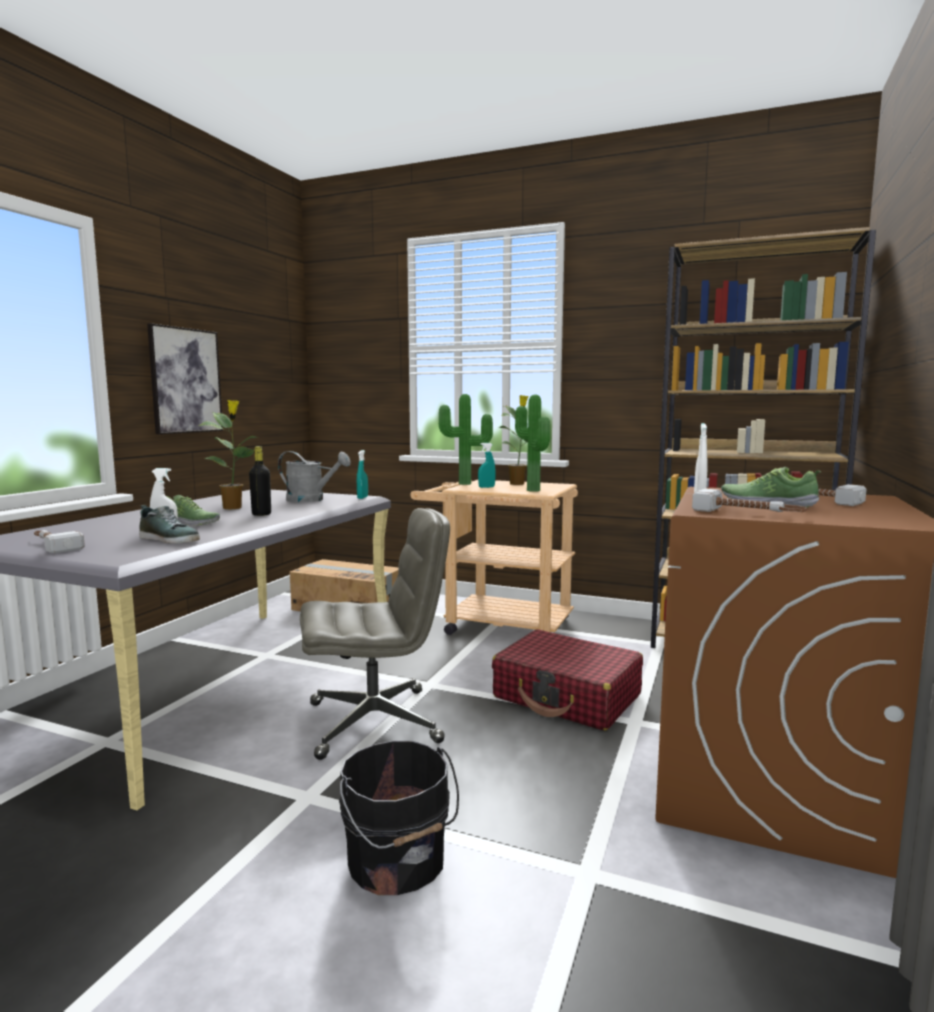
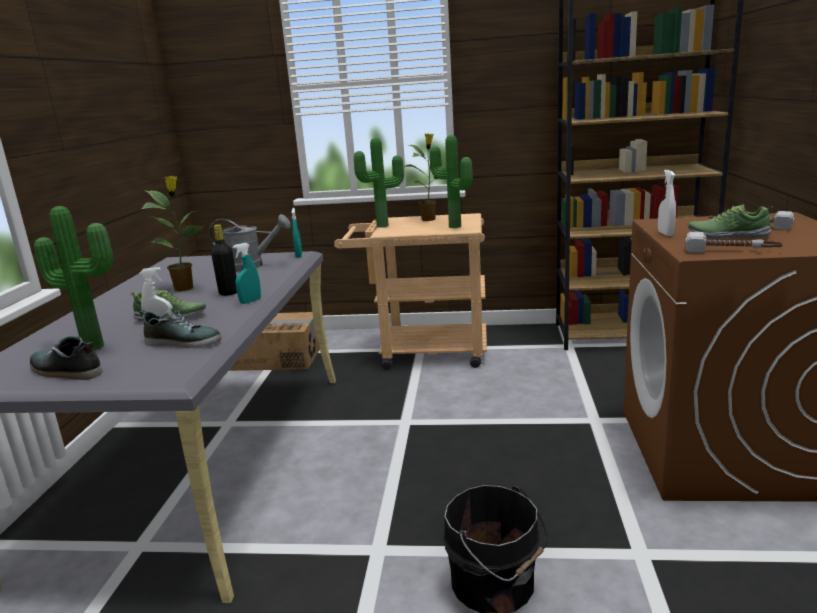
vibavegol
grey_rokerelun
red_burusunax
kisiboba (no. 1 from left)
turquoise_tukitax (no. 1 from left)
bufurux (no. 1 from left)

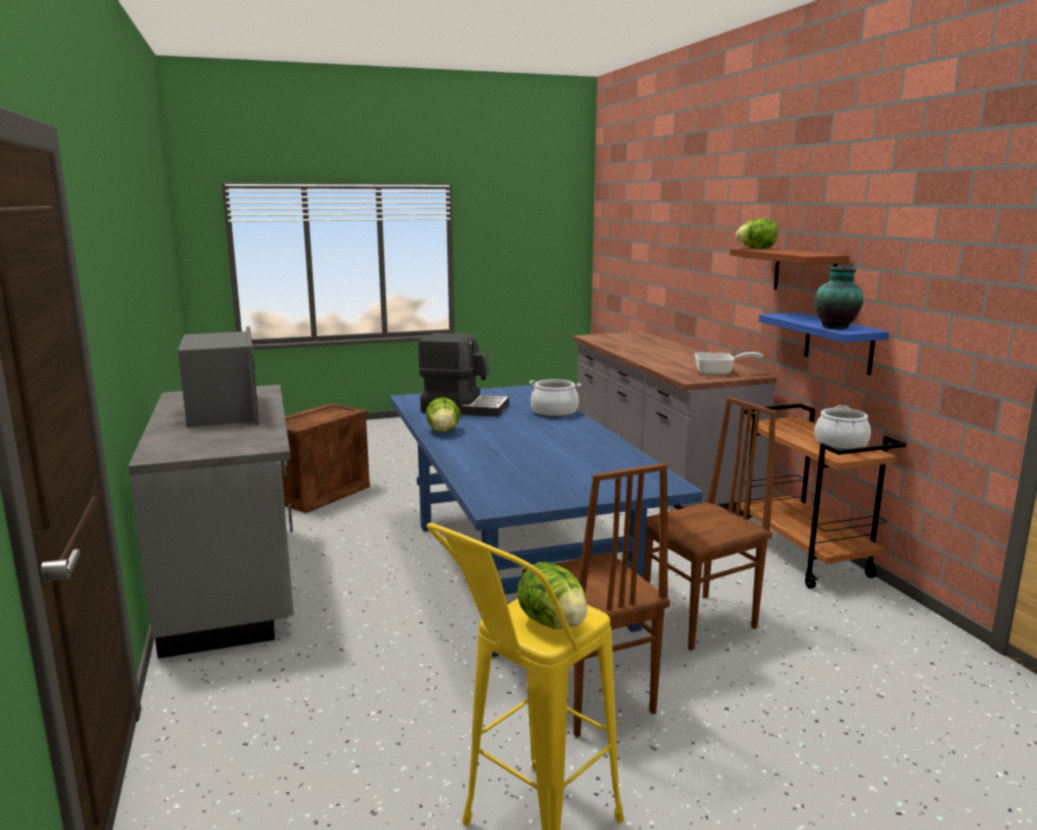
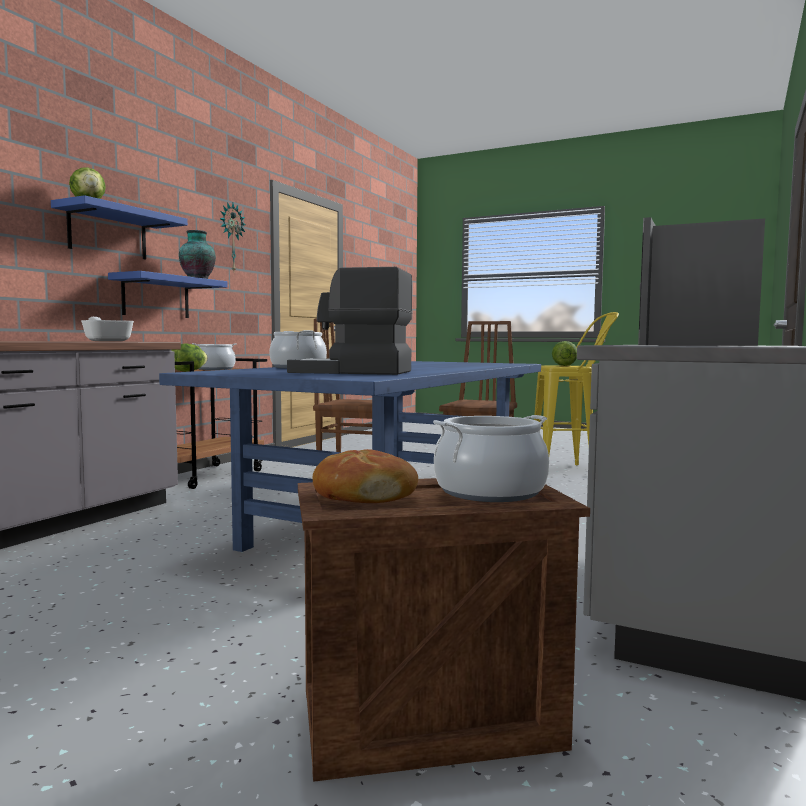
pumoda
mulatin
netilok (no. 3 from left)
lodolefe (no. 2 from left)
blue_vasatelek (no. 1 from left)
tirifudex

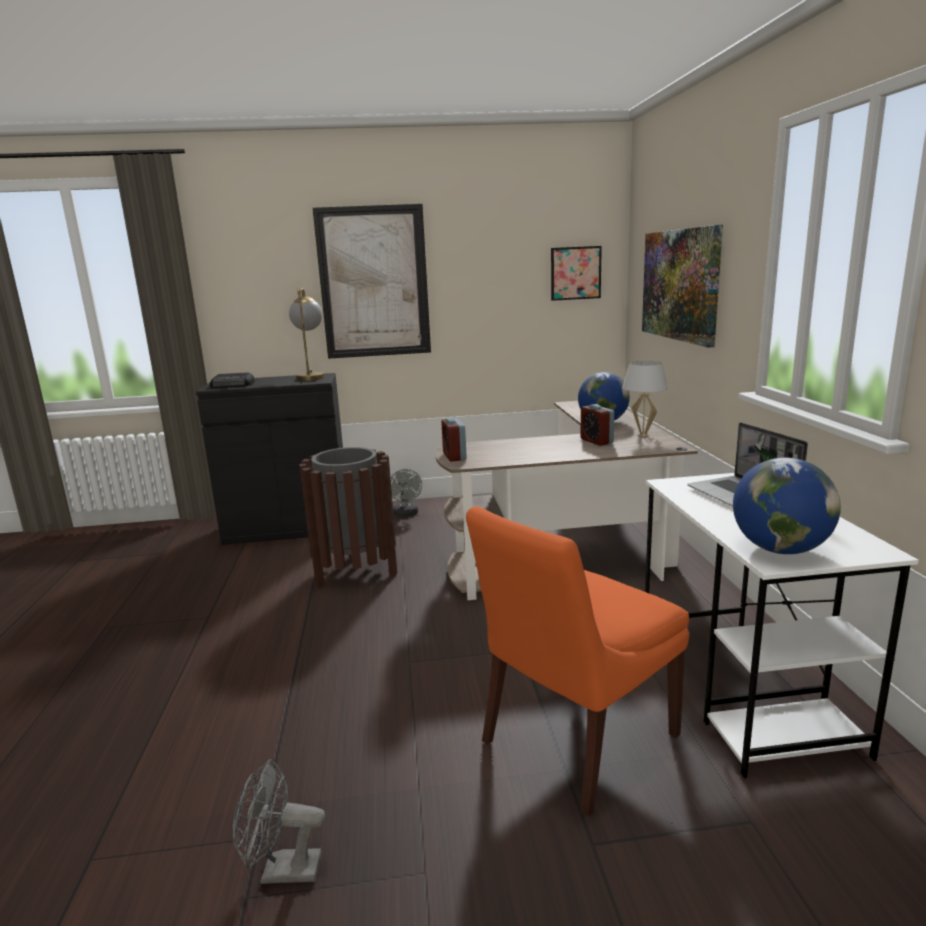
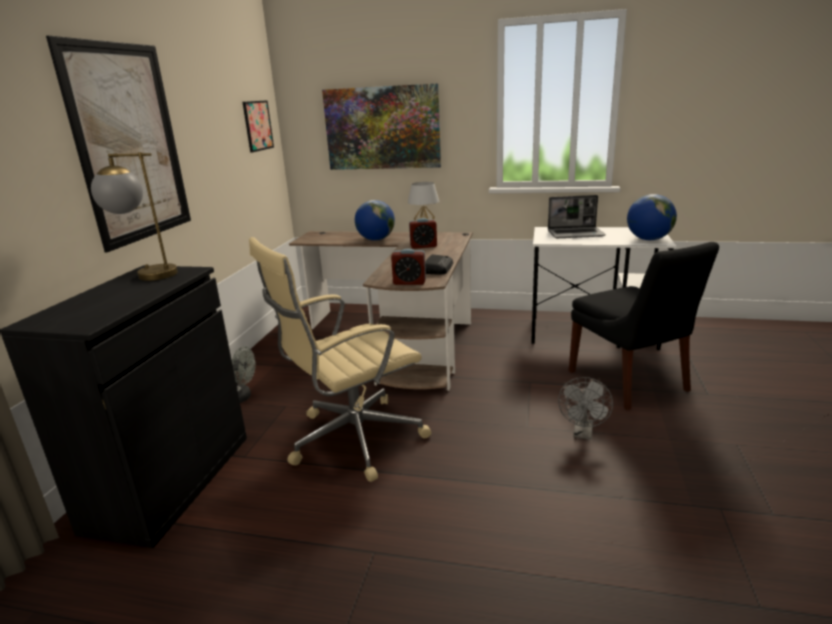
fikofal
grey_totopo (no. 2 from left)
beige_rokerelun
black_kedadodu

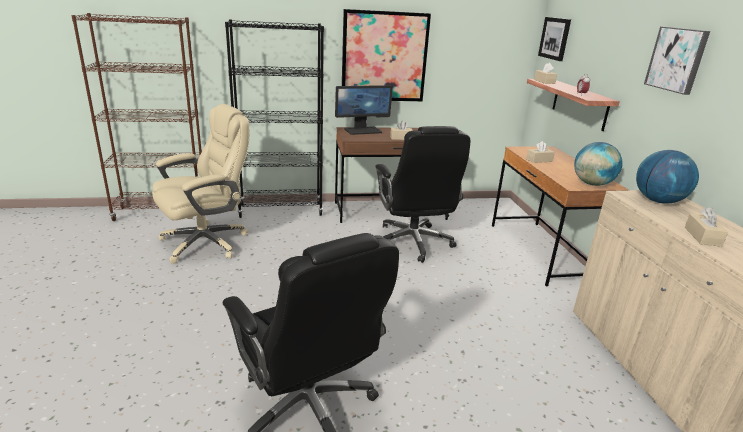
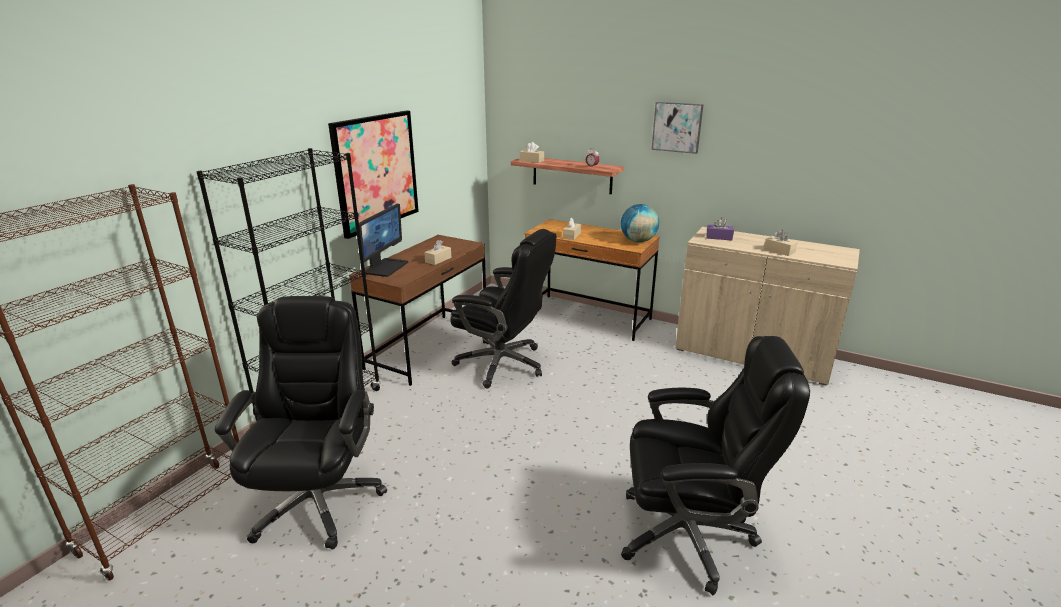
vibavegol (no. 2 from left in the first image)
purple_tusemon
black_rokerelun (no. 1 from left)

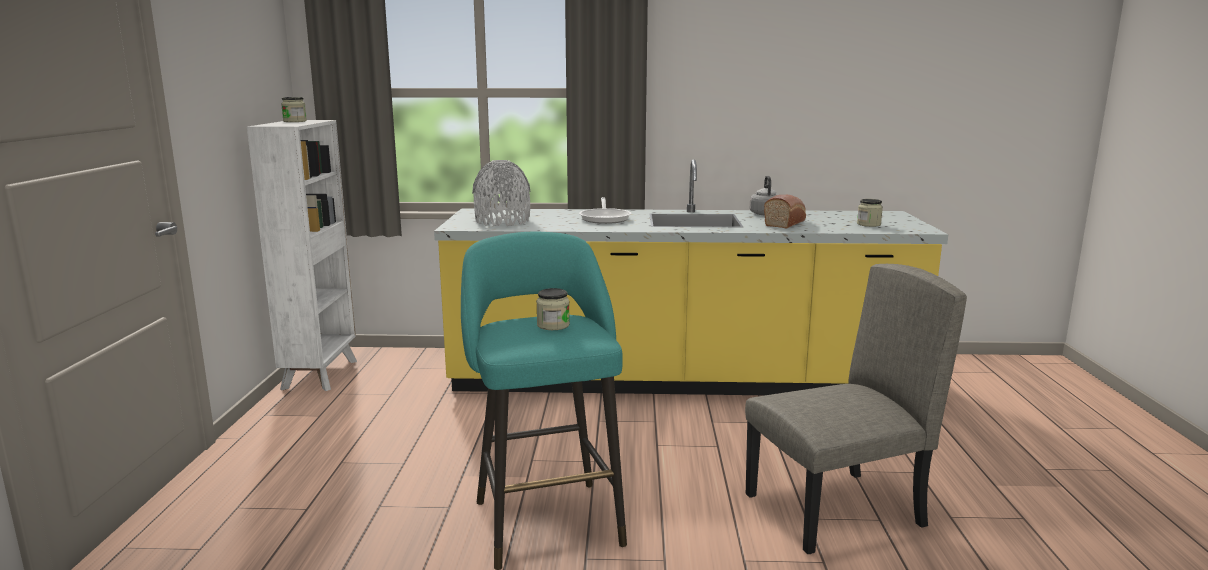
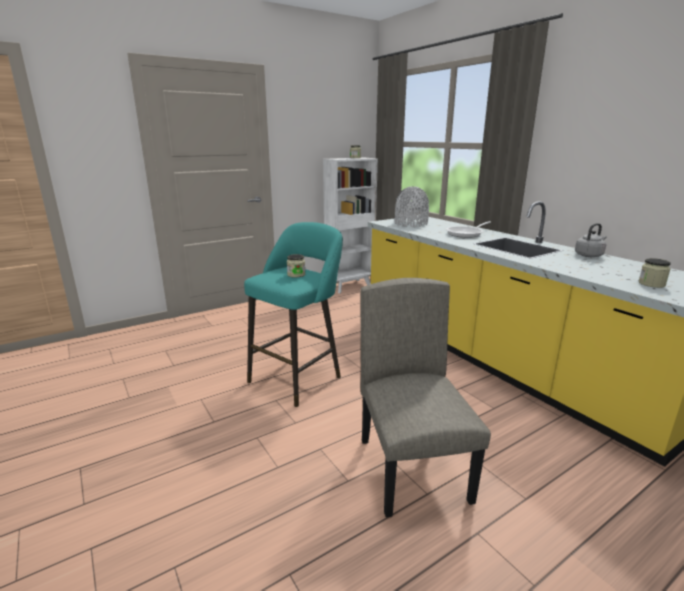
mulatin
beige_kedadodu

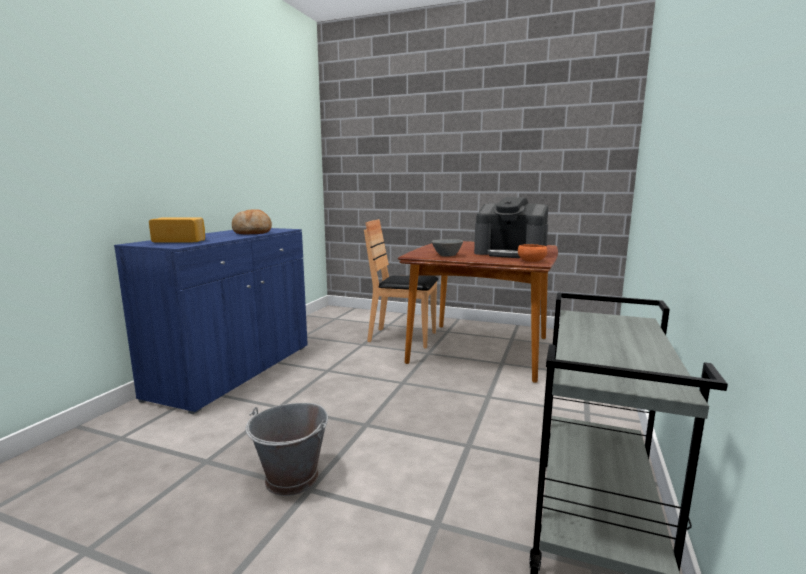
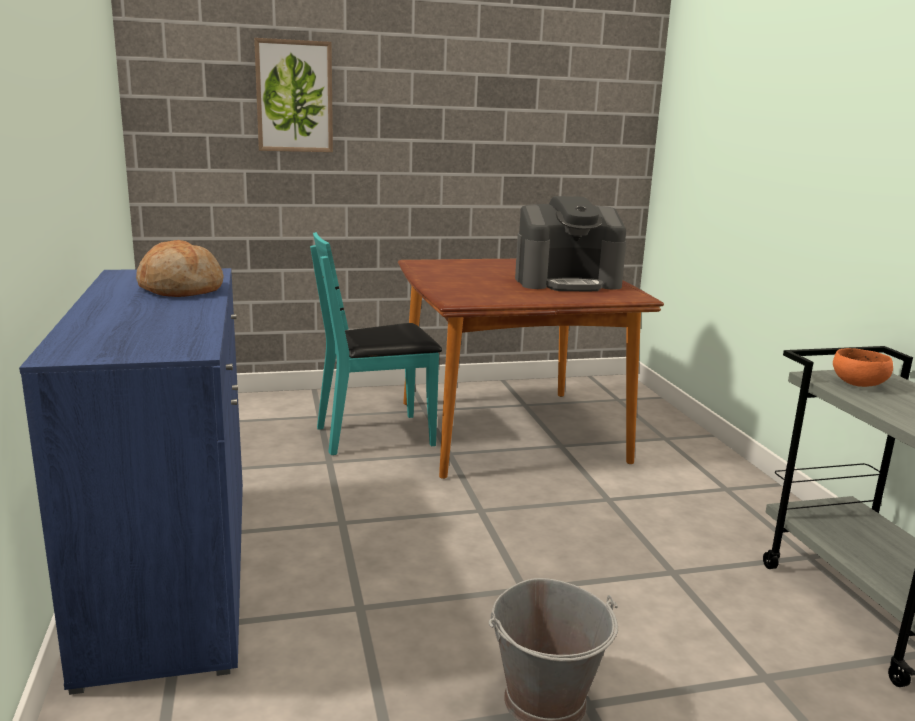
mulatin (no. 1 from left in the first image)
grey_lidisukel
vibavegol
orange_lidisukel
turquoise_kedadodu

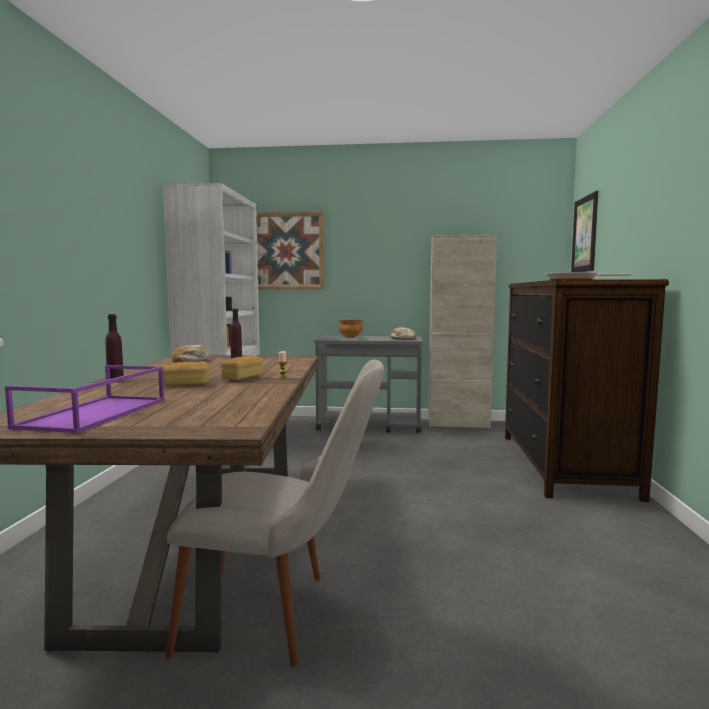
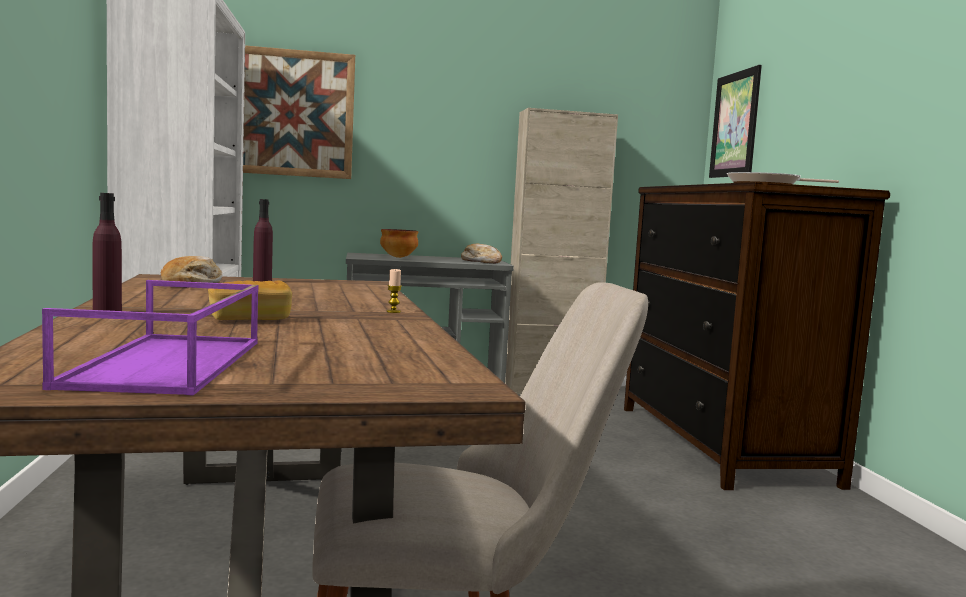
mulatin (no. 3 from left in the first image)

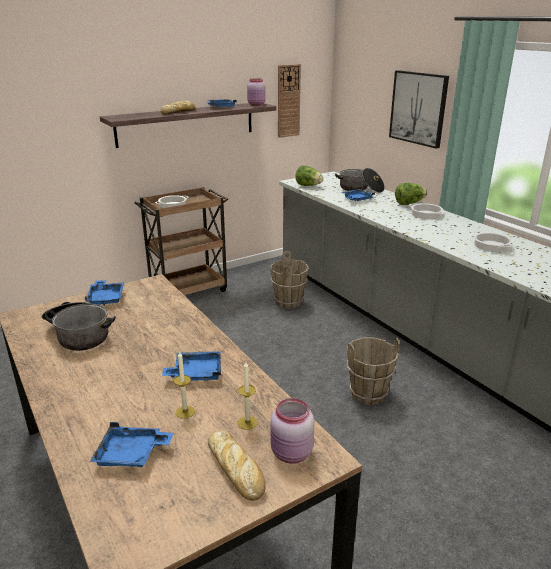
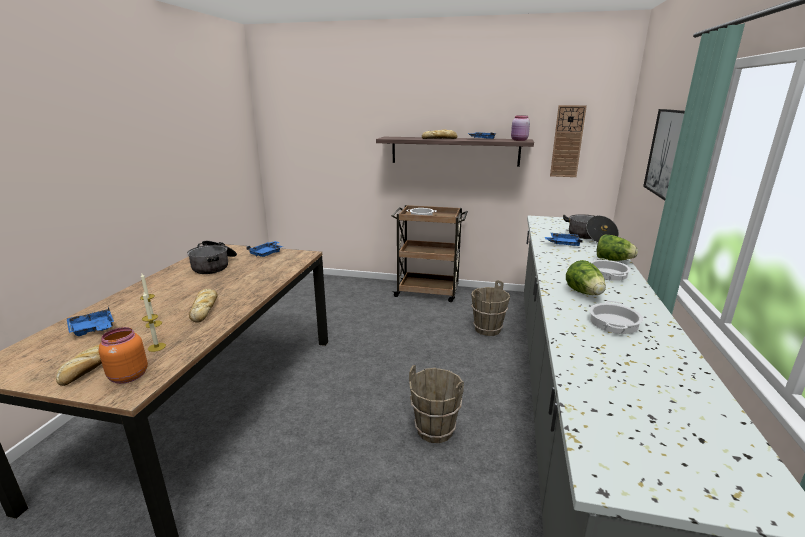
lodolefe (no. 1 from left)
mulatin (no. 2 from left)
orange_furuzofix

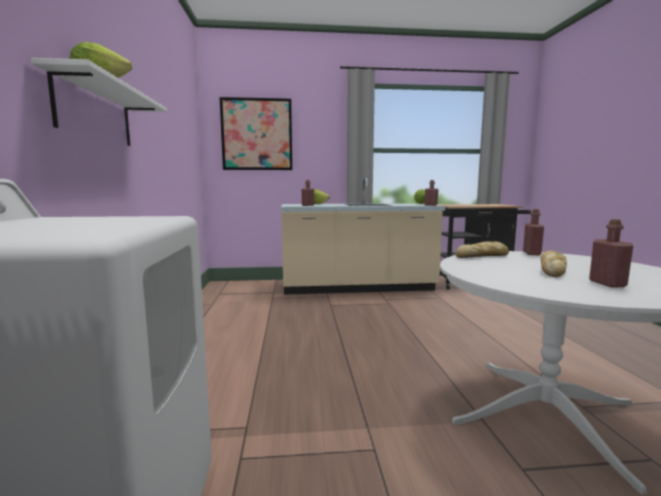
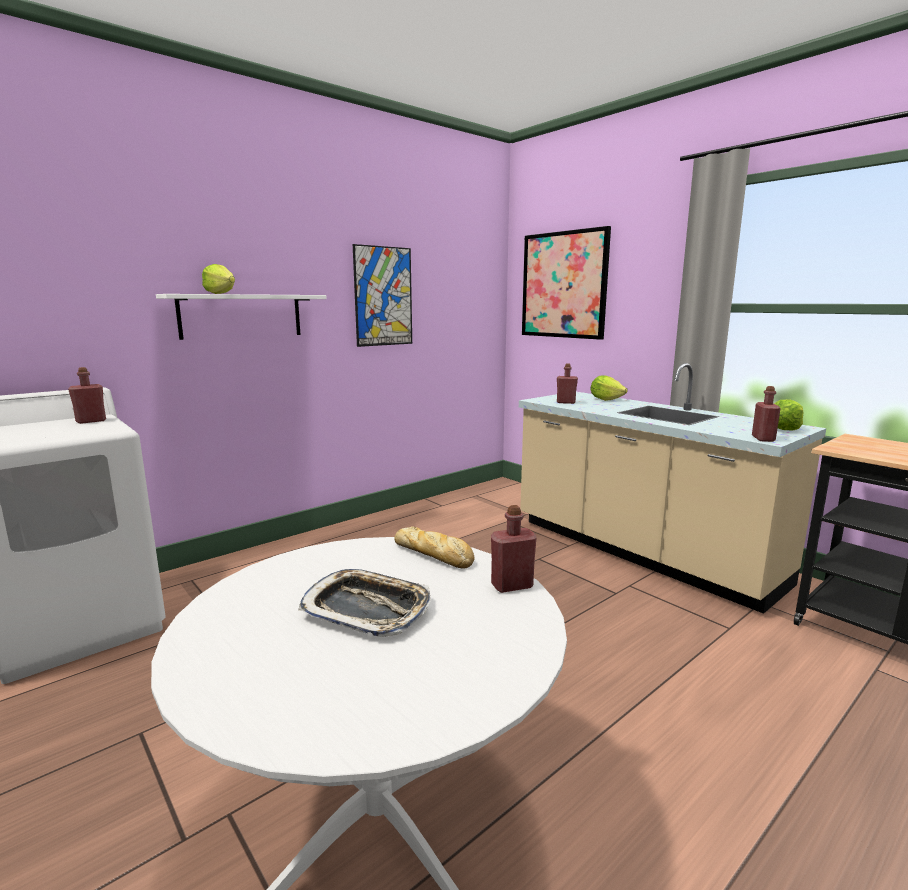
vibavegol (no. 1 from left)
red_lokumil (no. 1 from left)
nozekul

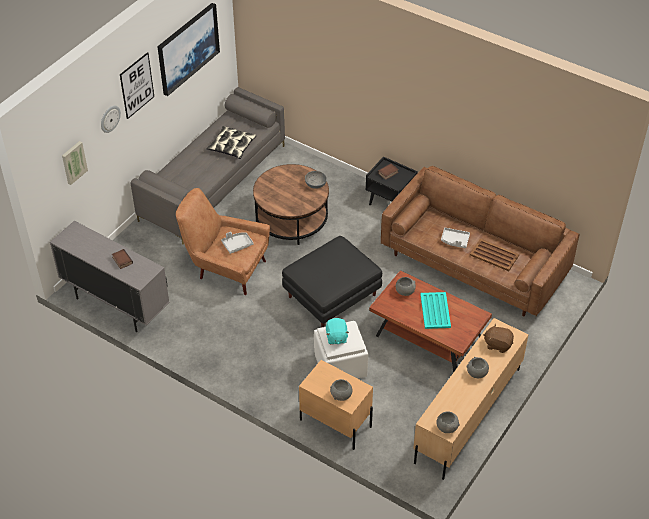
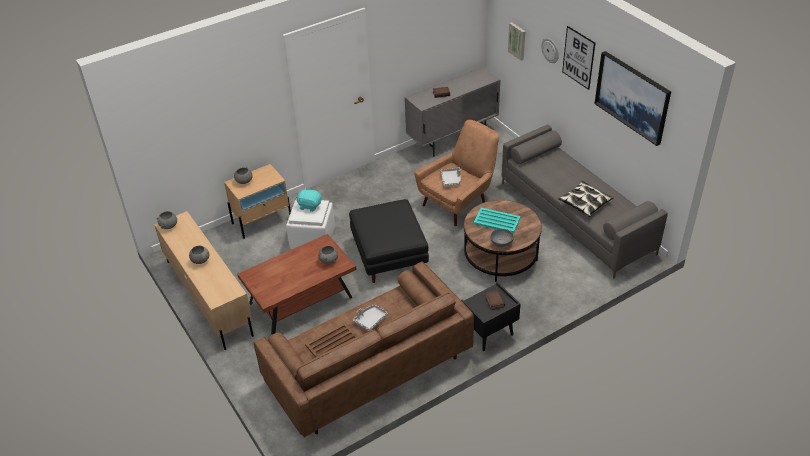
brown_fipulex
turquoise_nozekul

